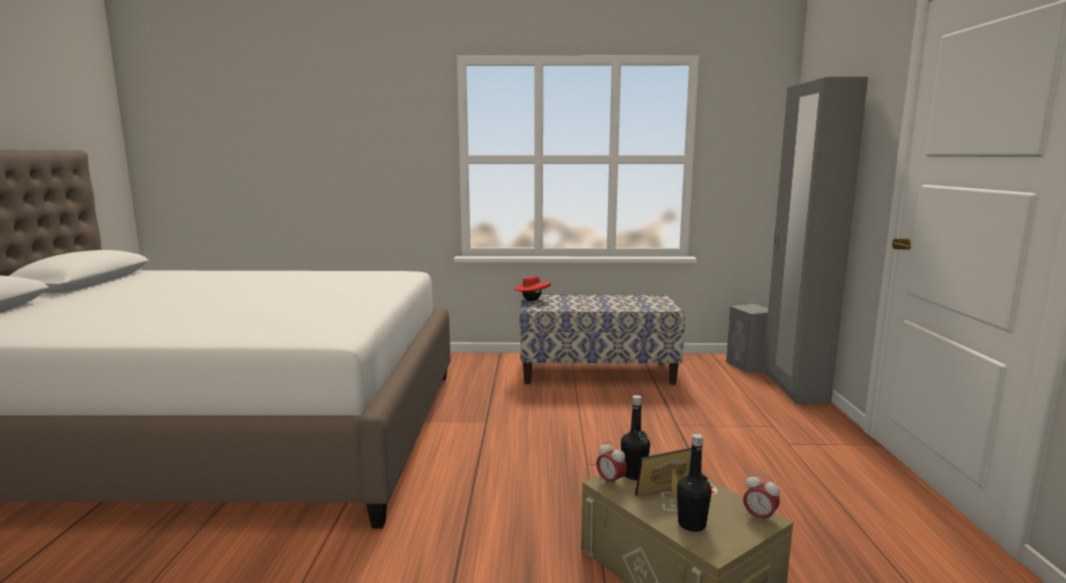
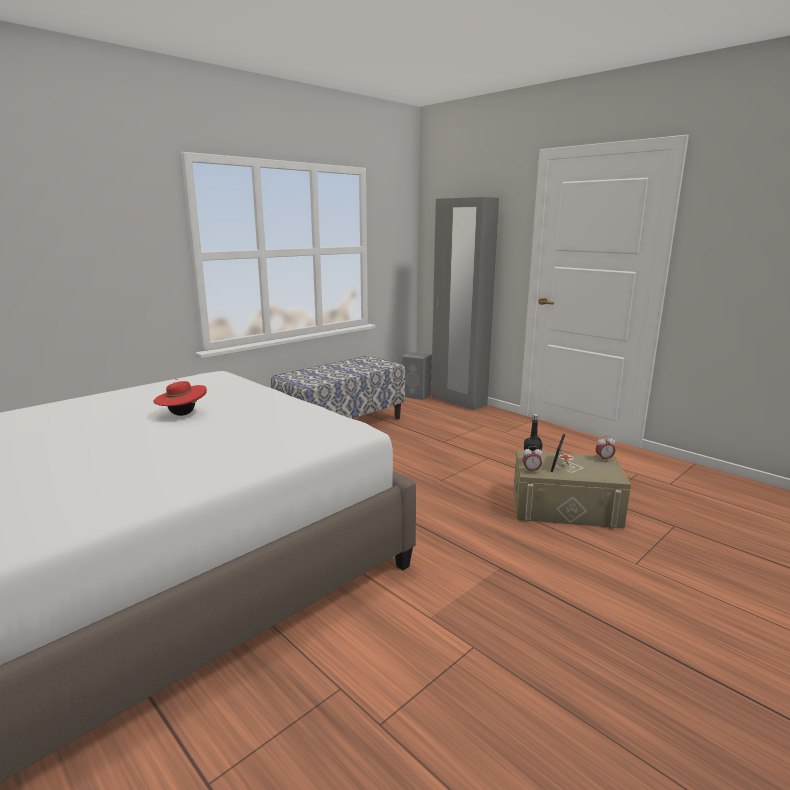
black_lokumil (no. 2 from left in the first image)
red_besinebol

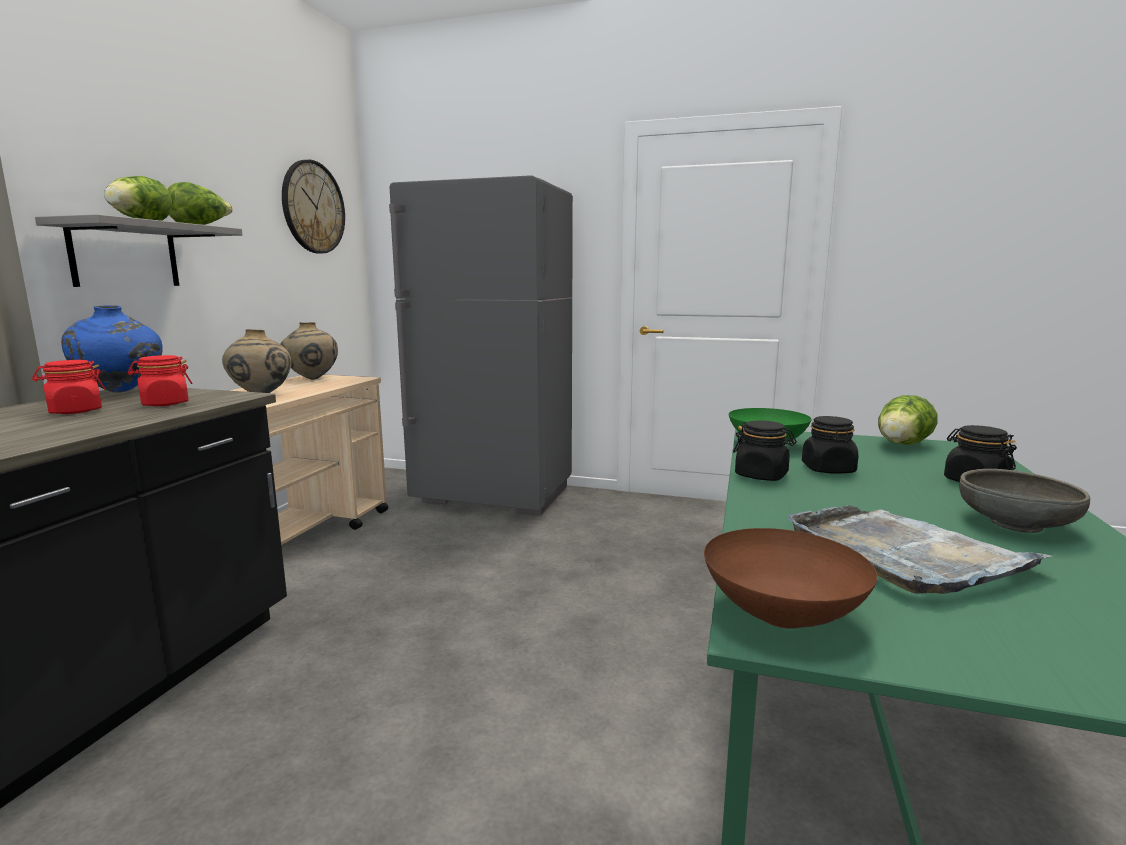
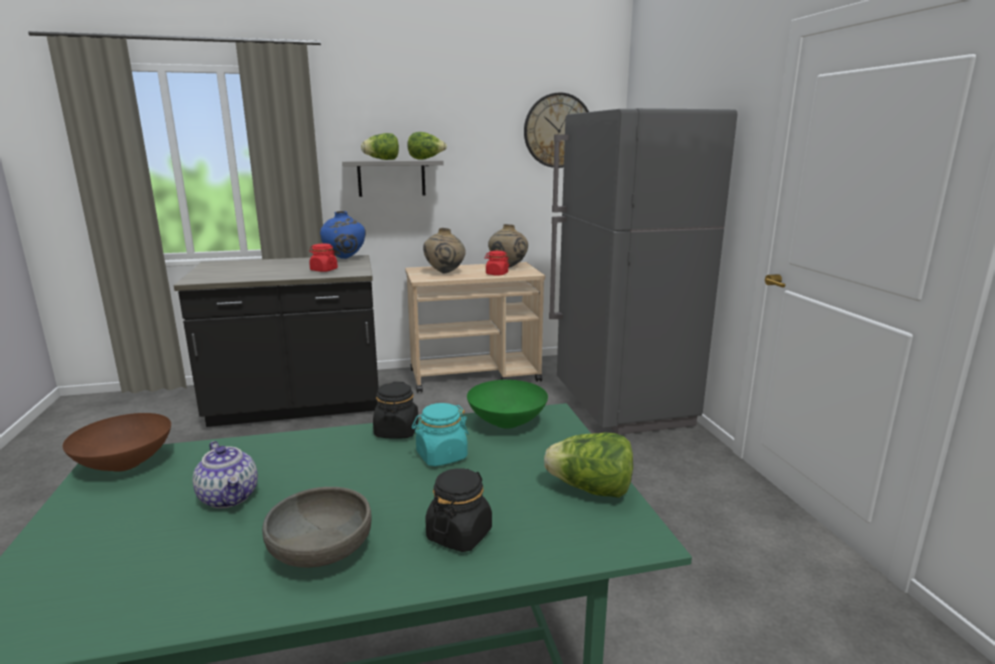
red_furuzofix (no. 2 from left)
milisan
turquoise_furuzofix

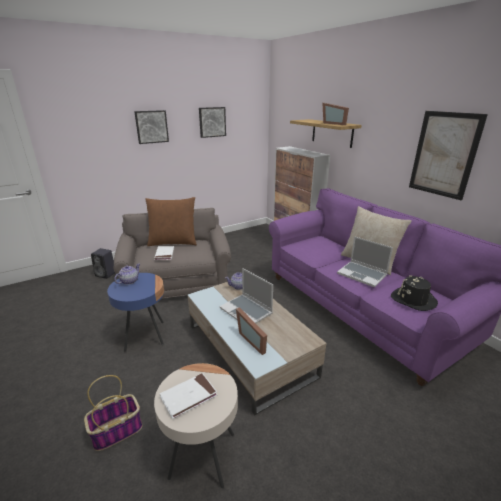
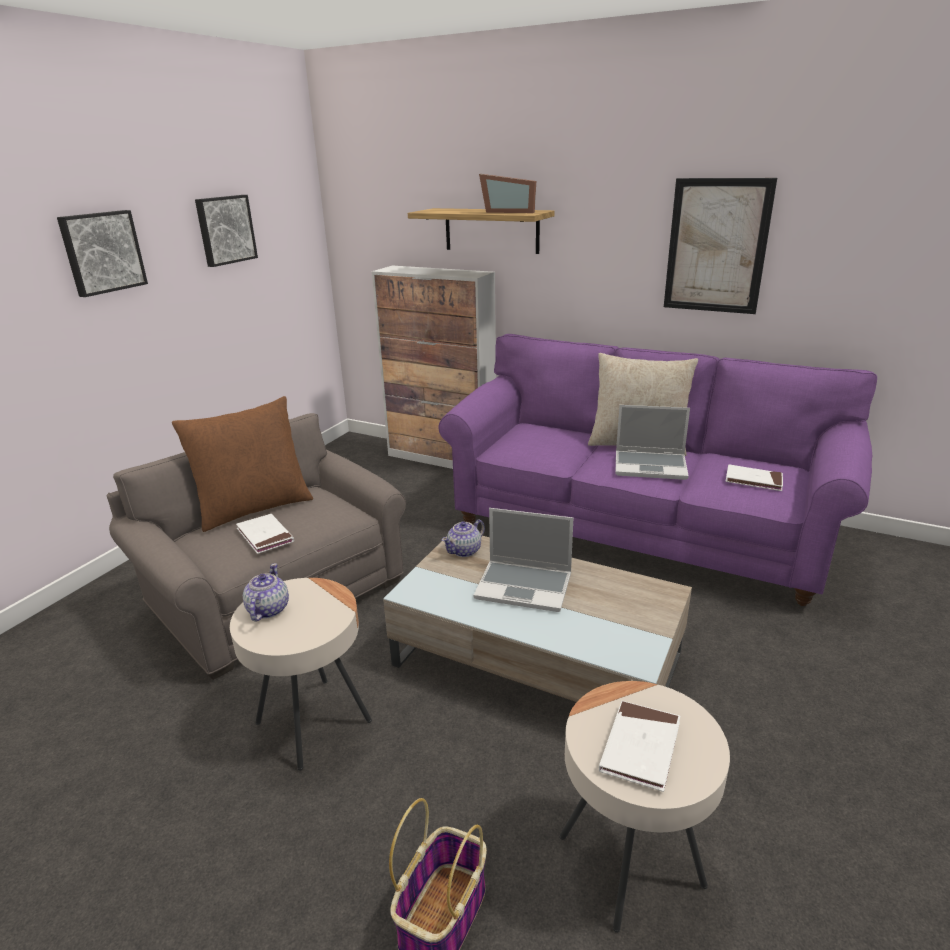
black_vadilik
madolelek (no. 1 from left in the first image)
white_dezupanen (no. 3 from left)
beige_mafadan (no. 1 from left)

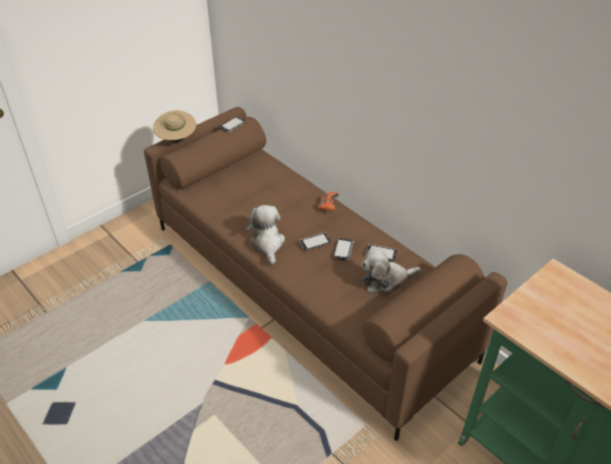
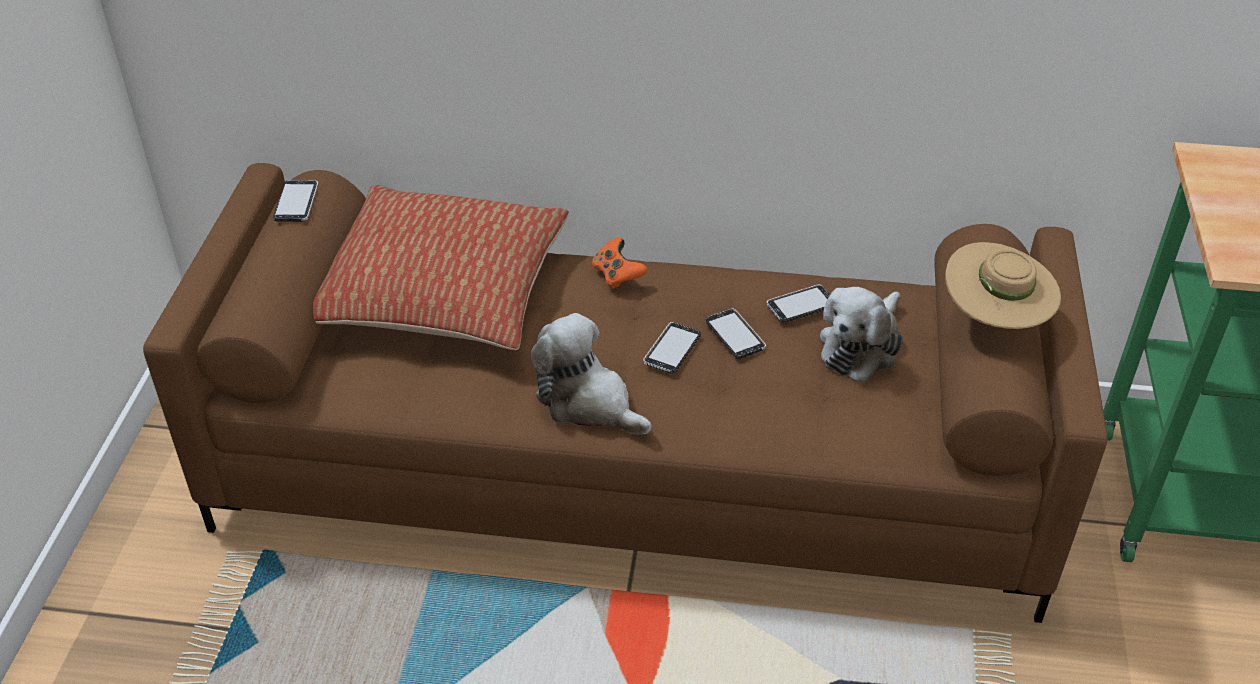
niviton
beige_besinebol

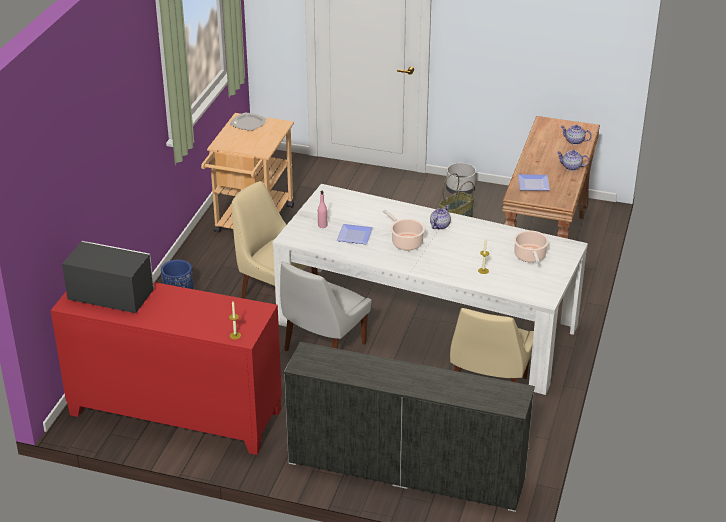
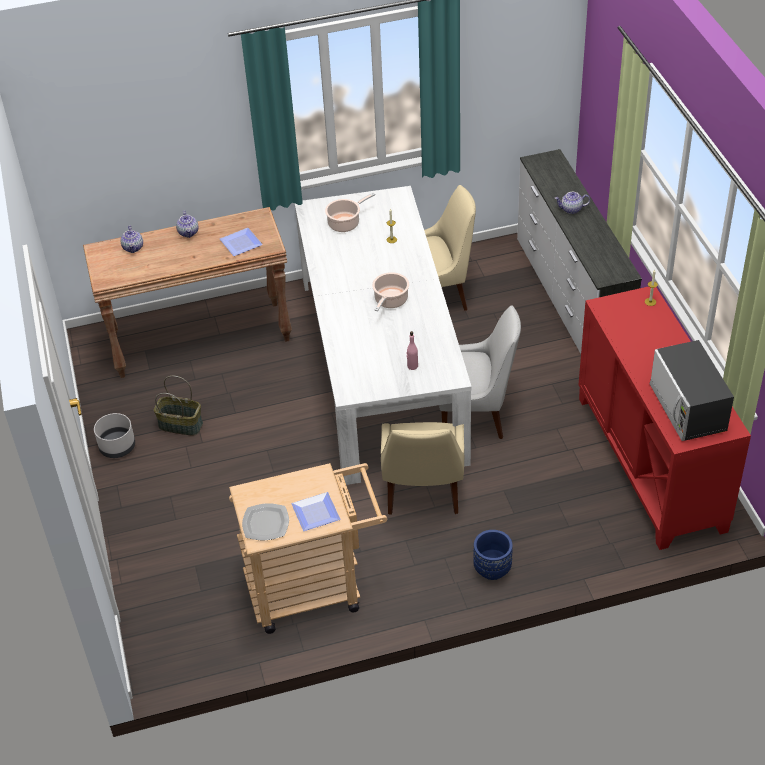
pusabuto (no. 3 from left)
milisan (no. 3 from left)

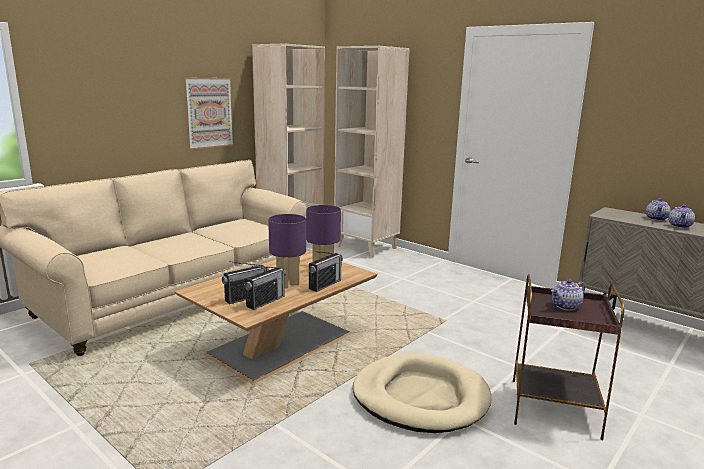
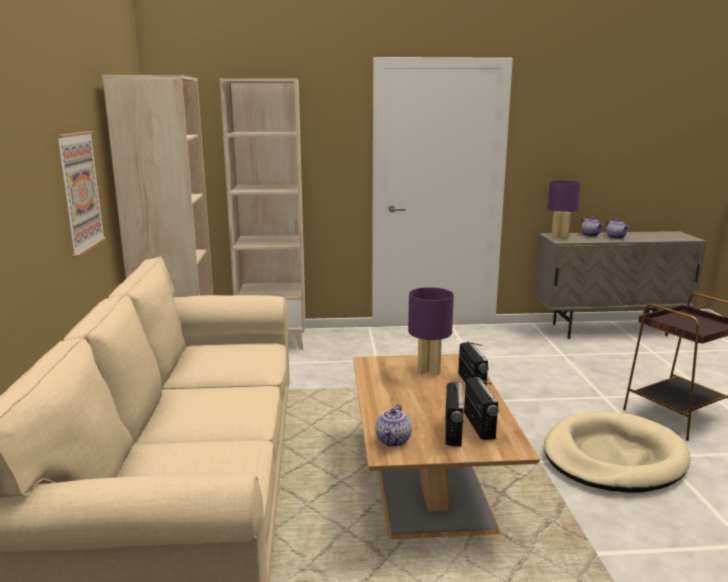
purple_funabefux (no. 2 from left)
milisan (no. 1 from left)

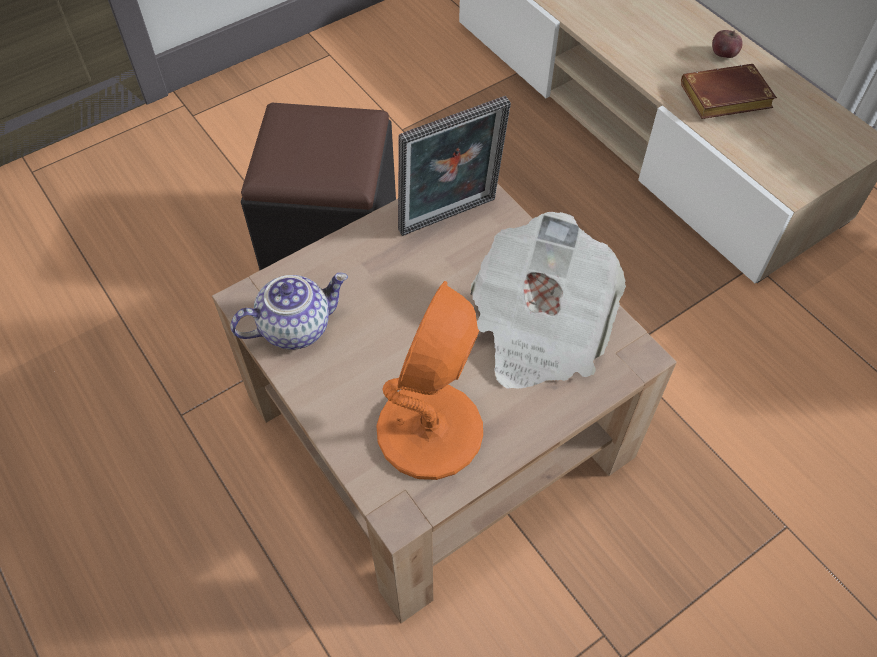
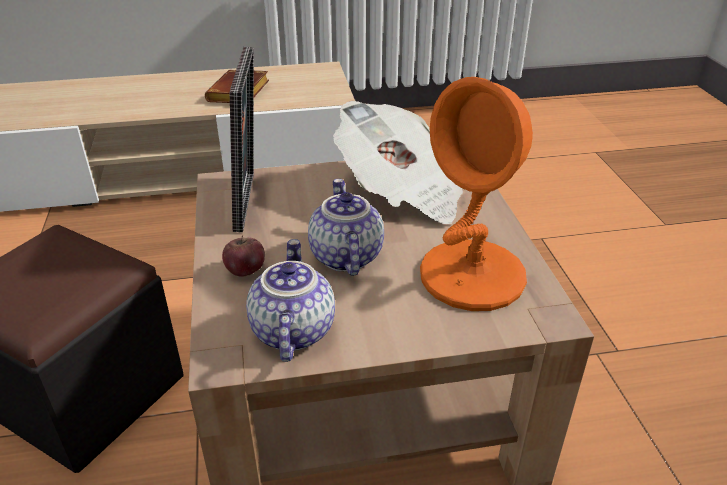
milisan (no. 2 from left)
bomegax

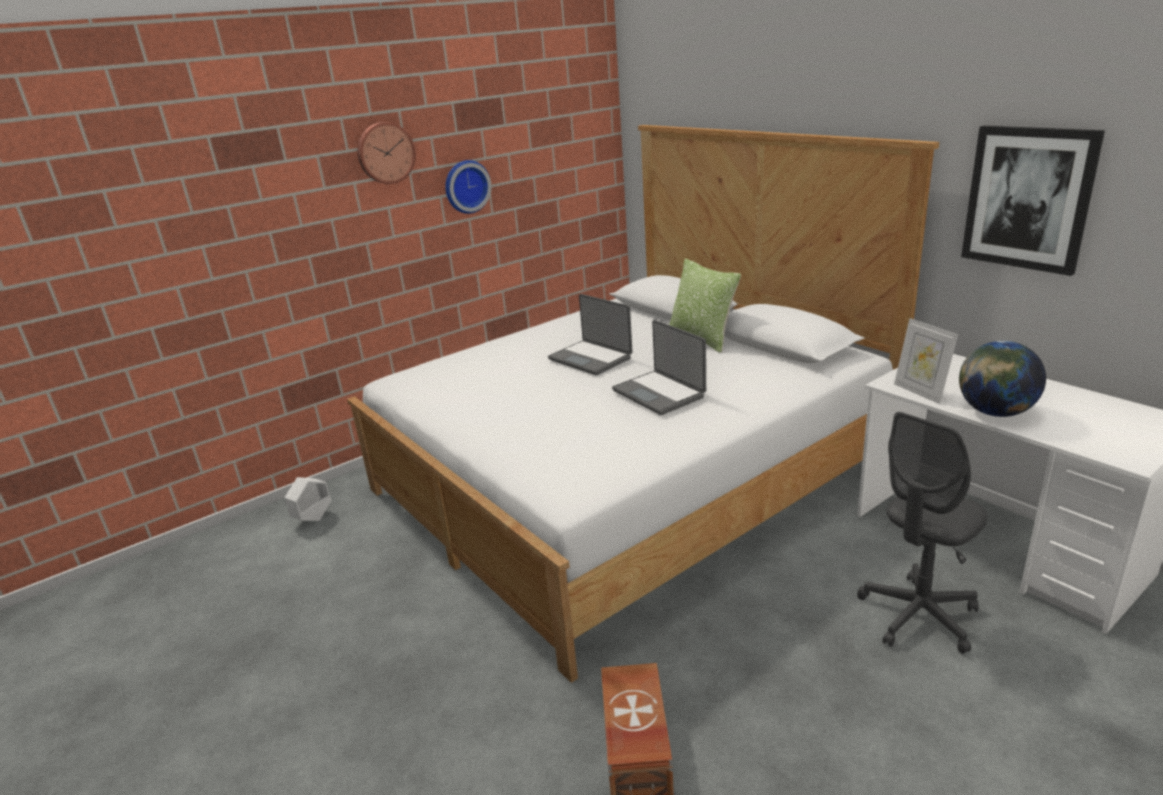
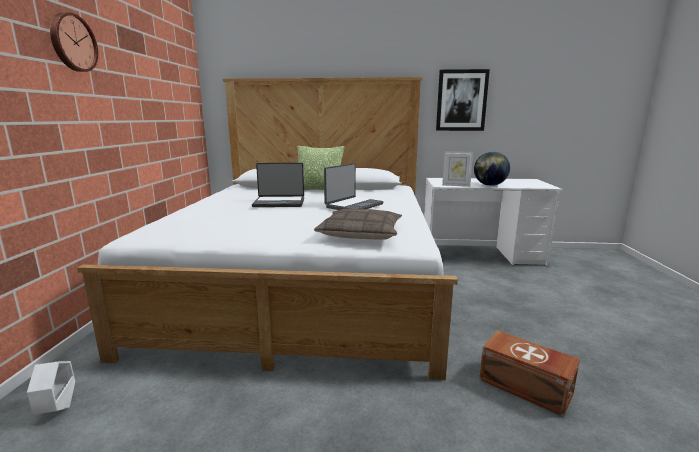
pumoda (no. 2 from left in the first image)
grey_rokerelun
niviton (no. 2 from left)
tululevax (no. 2 from left)

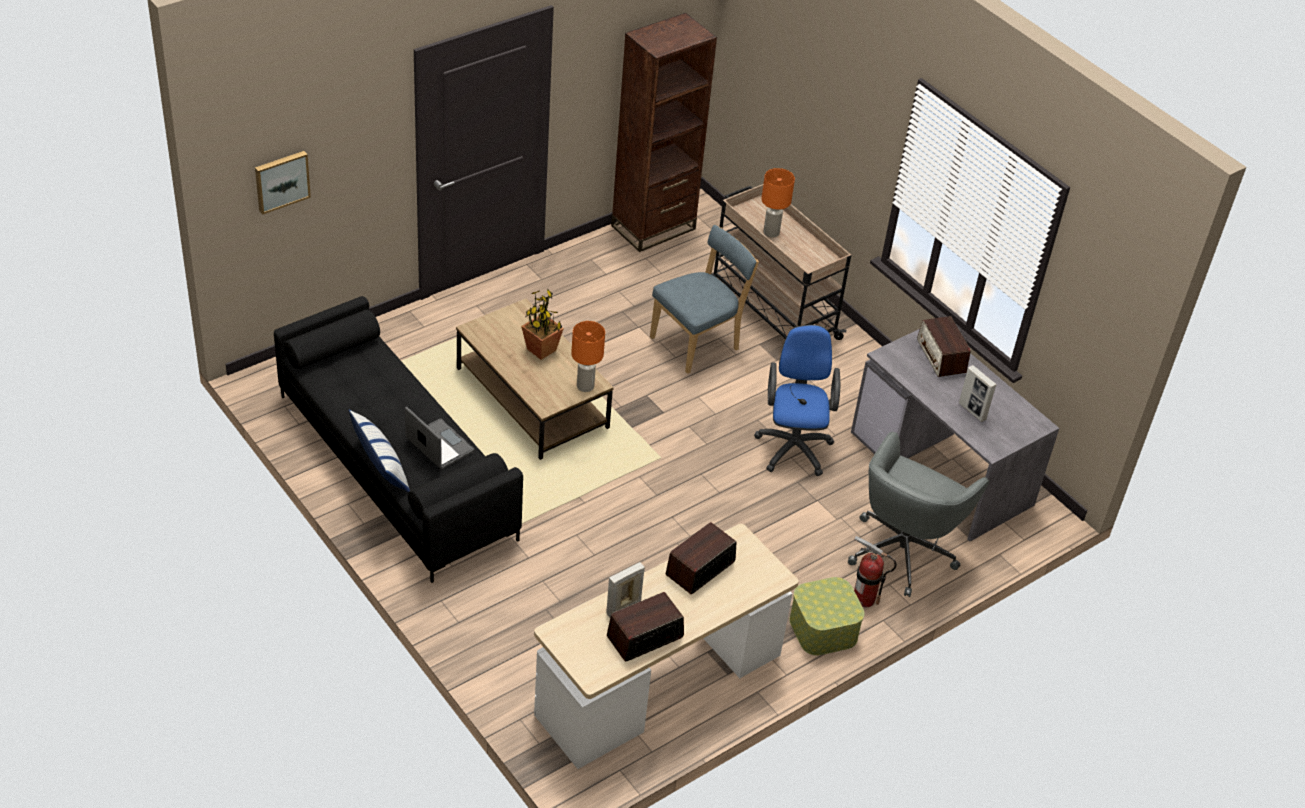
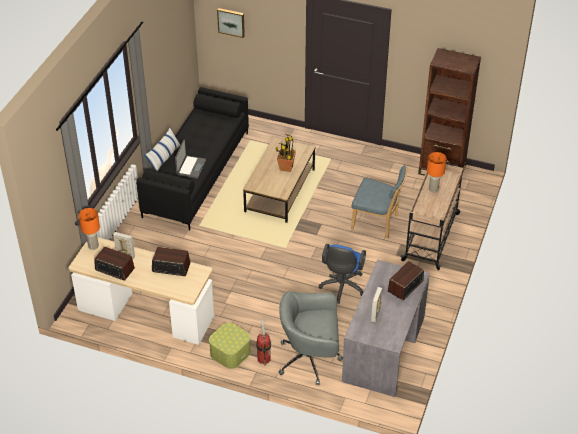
orange_funabefux (no. 1 from left)
blue_rokerelun

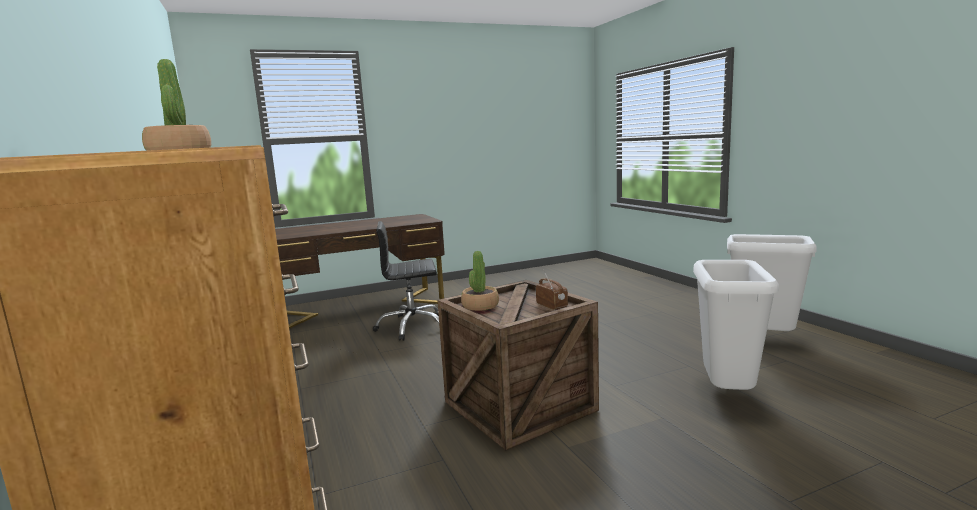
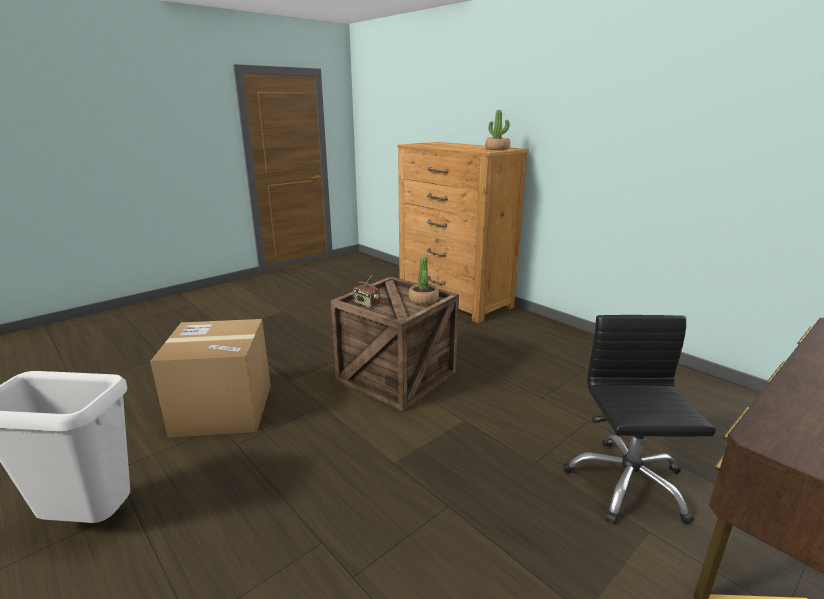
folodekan
black_rokerelun

